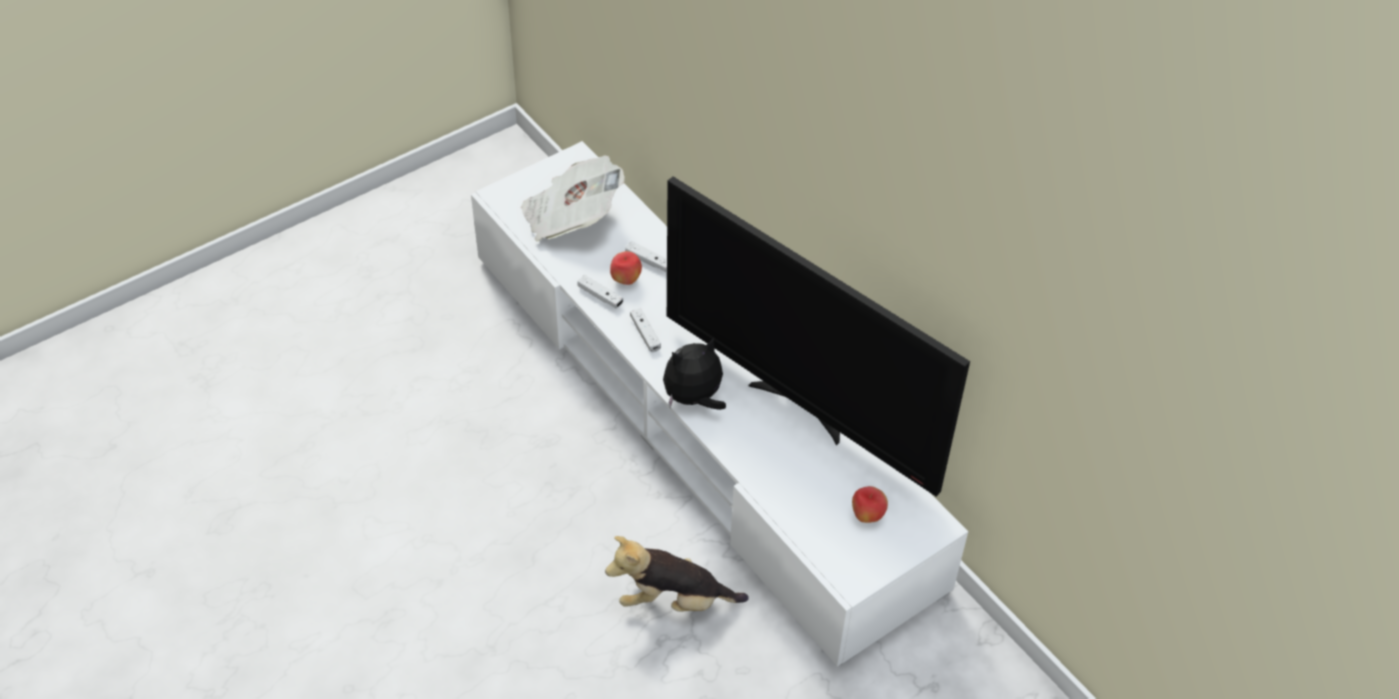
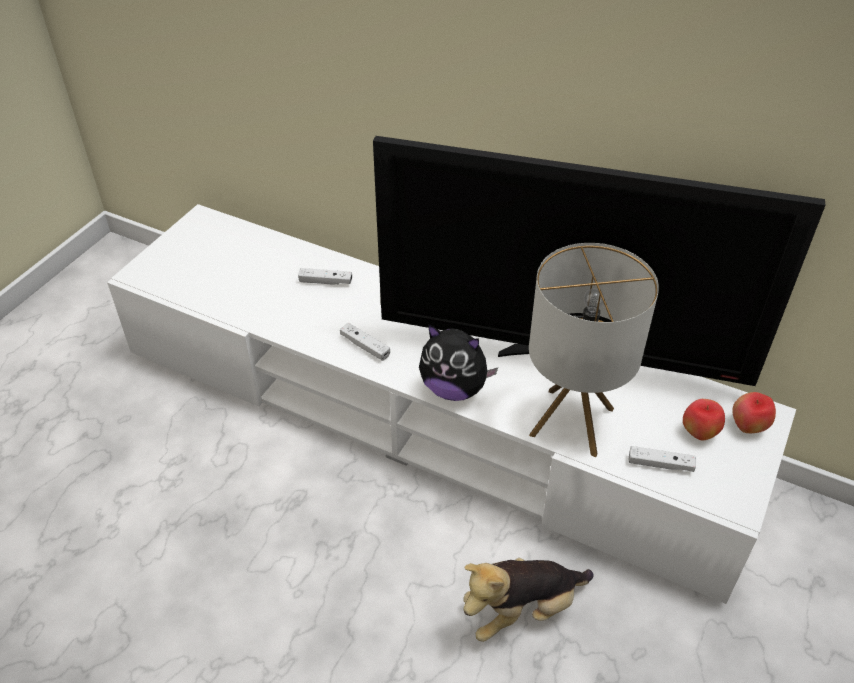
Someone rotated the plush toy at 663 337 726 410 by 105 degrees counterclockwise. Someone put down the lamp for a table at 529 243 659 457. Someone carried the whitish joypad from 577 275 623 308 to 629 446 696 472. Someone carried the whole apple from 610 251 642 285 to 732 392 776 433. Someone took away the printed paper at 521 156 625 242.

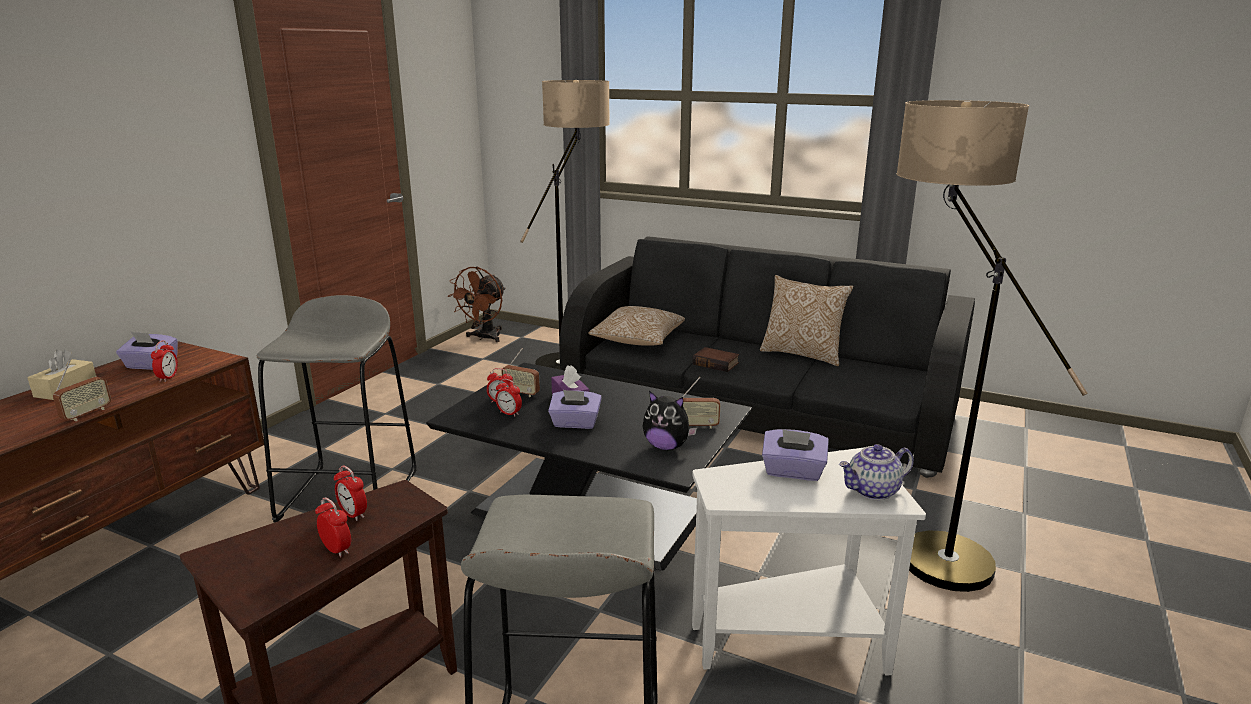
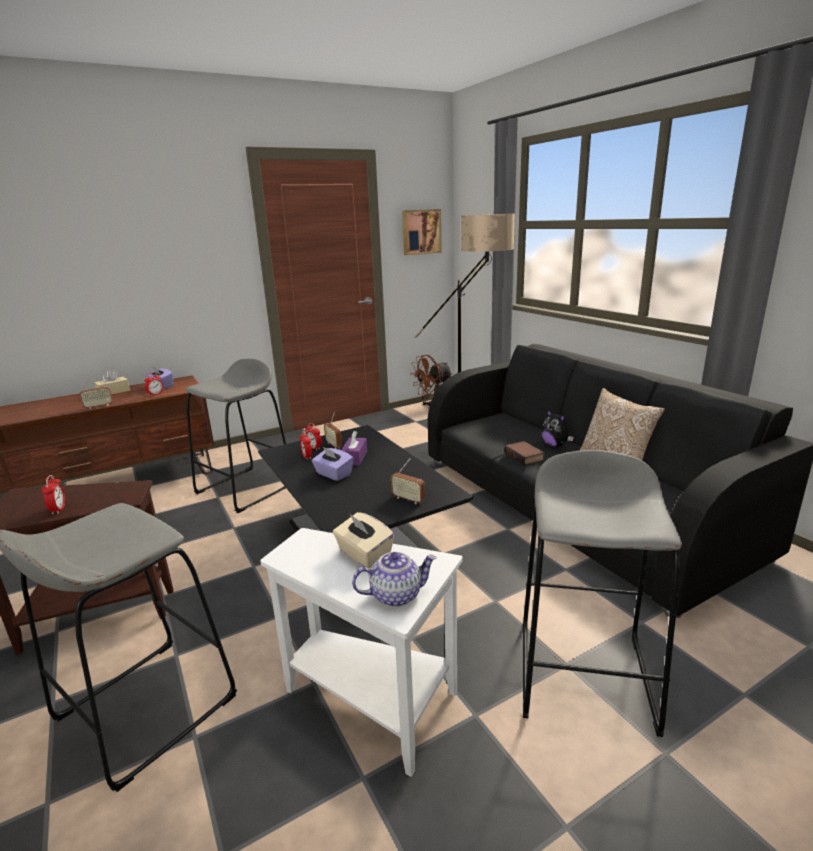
Someone repainted the purple-coloured box of tissues at 762 429 829 481, which became the beige box of tissues at 333 512 394 568. Someone rotated the teapot at 839 444 914 500 by 150 degrees clockwise. Someone put up the picture at 402 209 442 255. Someone swapped the standard lamp at 896 100 1088 592 for the grey stool seat at 523 450 682 737. Someone carried the plush toy from 643 391 697 450 to 541 410 574 447. Someone took away the bedside clock at 334 465 367 521. Someone took away the throw pillow at 588 306 685 346.

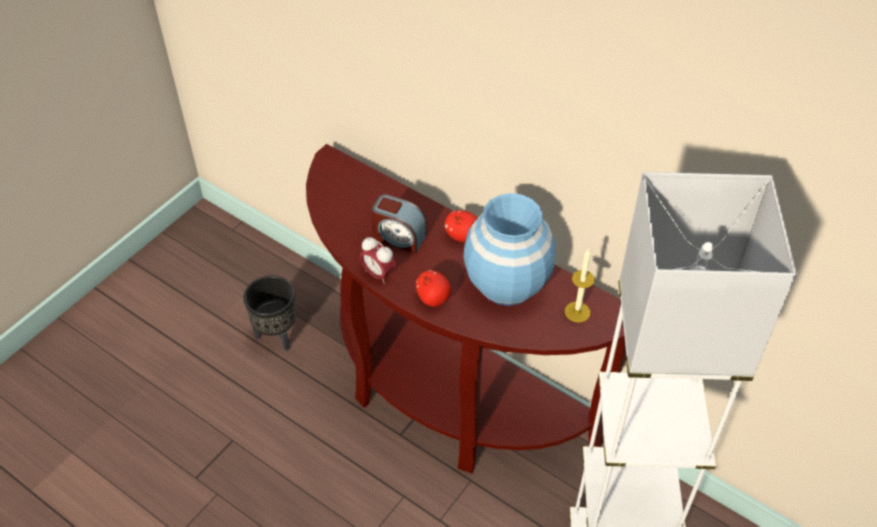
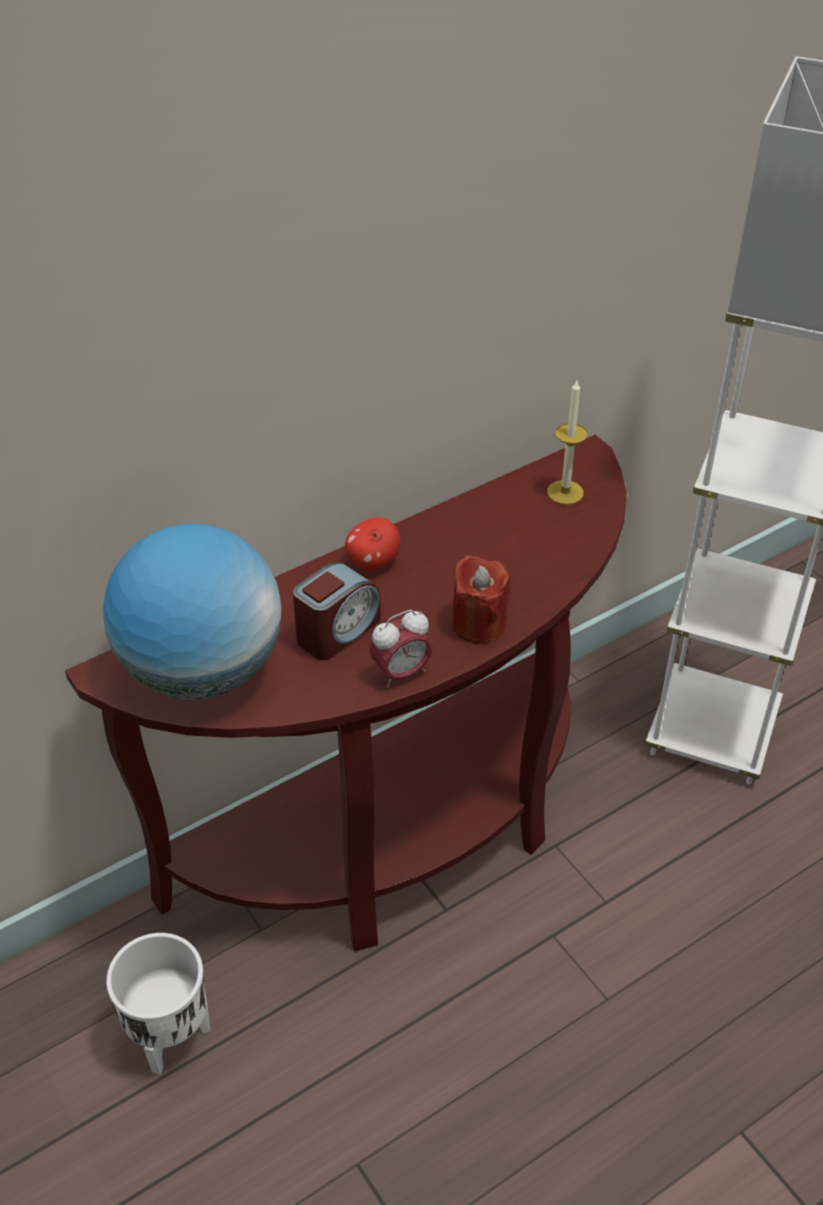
Someone put down the world globe at 103 524 282 700. Someone repainted the black-coloured planter at 243 276 296 351, which became the whitish planter at 106 933 210 1075. Someone swapped the whole apple at 416 270 451 307 for the red candle at 452 555 510 644. Someone took away the blue-coloured decorative vase at 463 193 556 306.

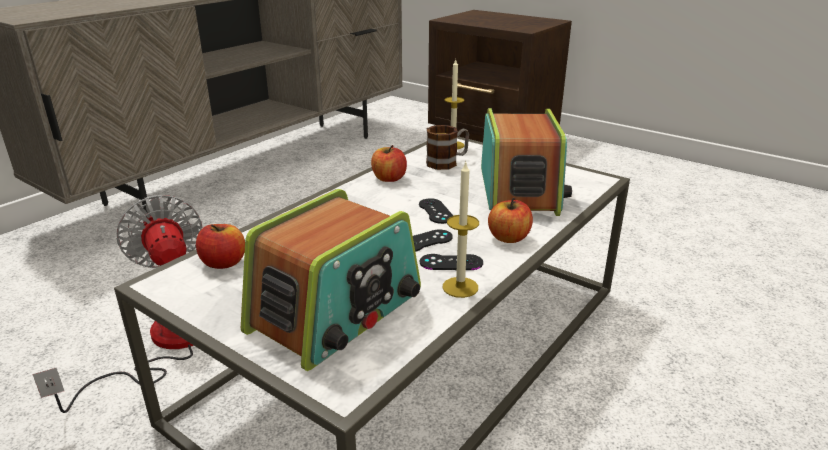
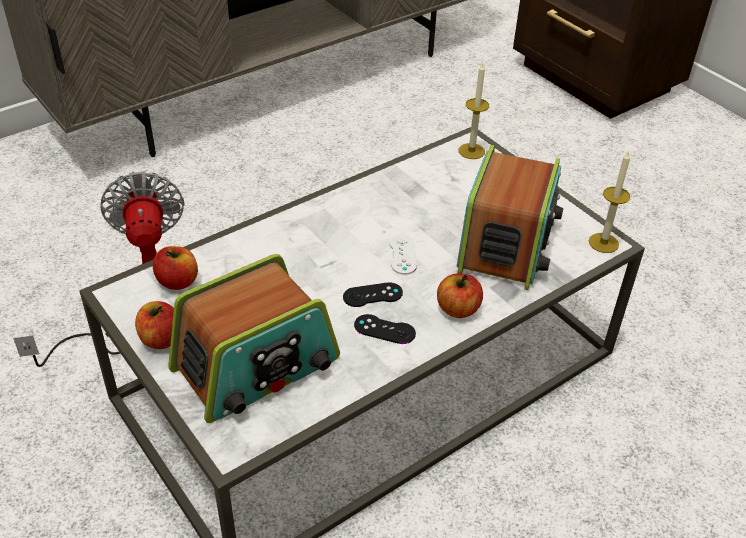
Someone carried the whole apple from 371 145 407 182 to 135 301 174 349. Someone repainted the black-coloured joypad at 419 198 453 224, which became the whitish joypad at 389 235 417 275. Someone carried the candle from 442 161 479 298 to 589 150 630 253. Someone took away the tea mug at 426 125 469 170.

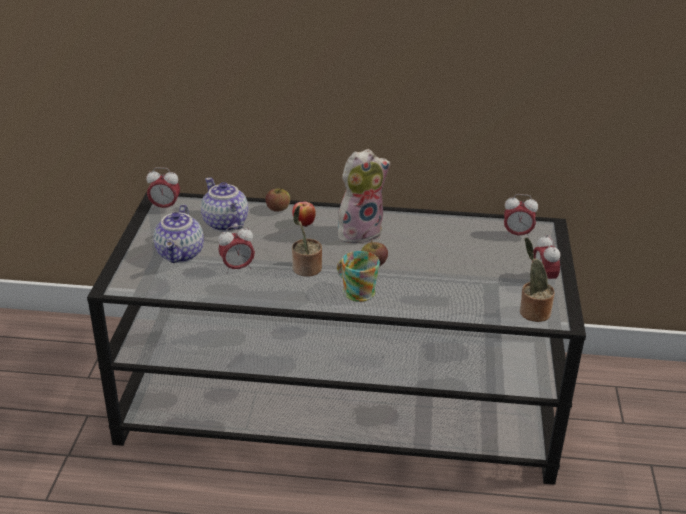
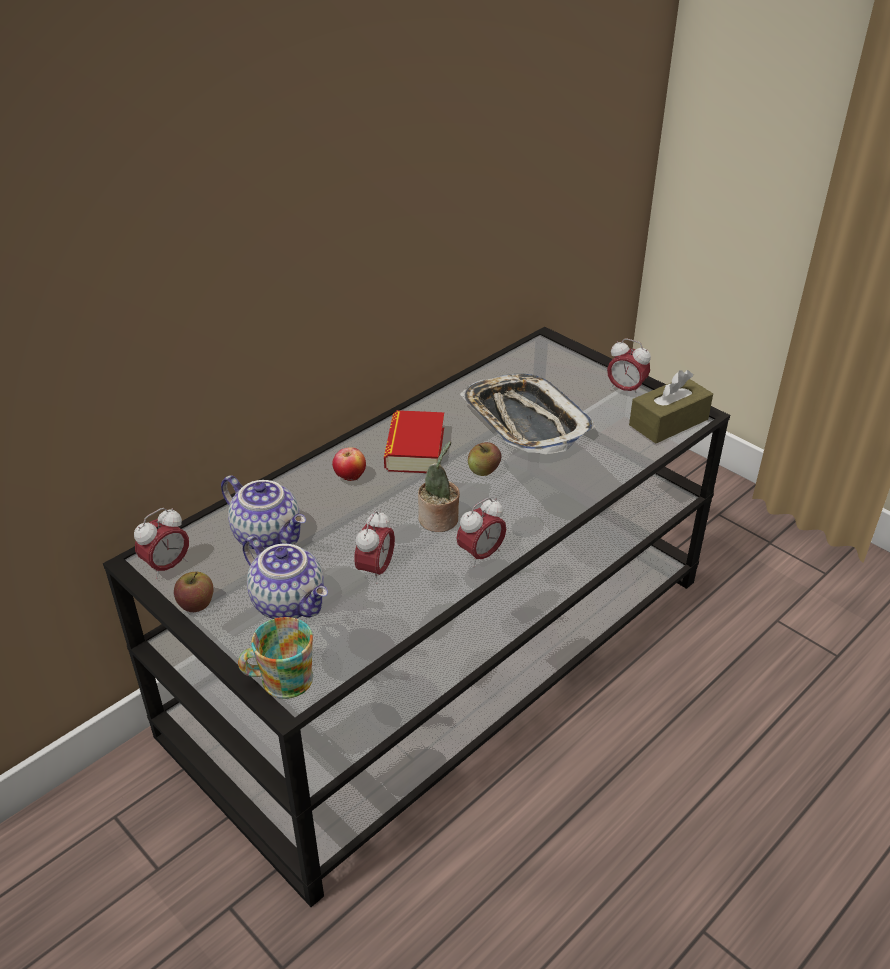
Someone carried the whole apple from 265 188 290 212 to 174 572 213 612. Someone rotated the teapot at 201 177 248 232 by 150 degrees counterclockwise. Someone carried the tea mug from 337 251 380 302 to 238 617 313 699. Someone swapped the plush toy at 338 149 391 244 for the book at 384 410 444 473. Someone carried the bedside clock from 504 194 538 239 to 456 497 506 567. Someone put down the tray at 460 374 595 455. Someone swapped the potted plant at 520 237 555 322 for the brown-coloured box of tissues at 629 370 713 444.

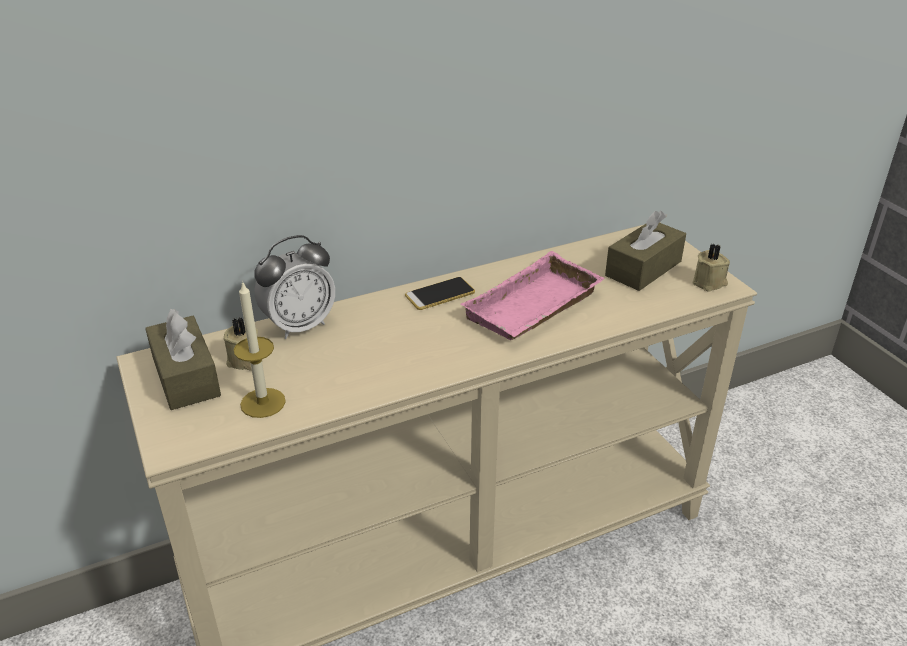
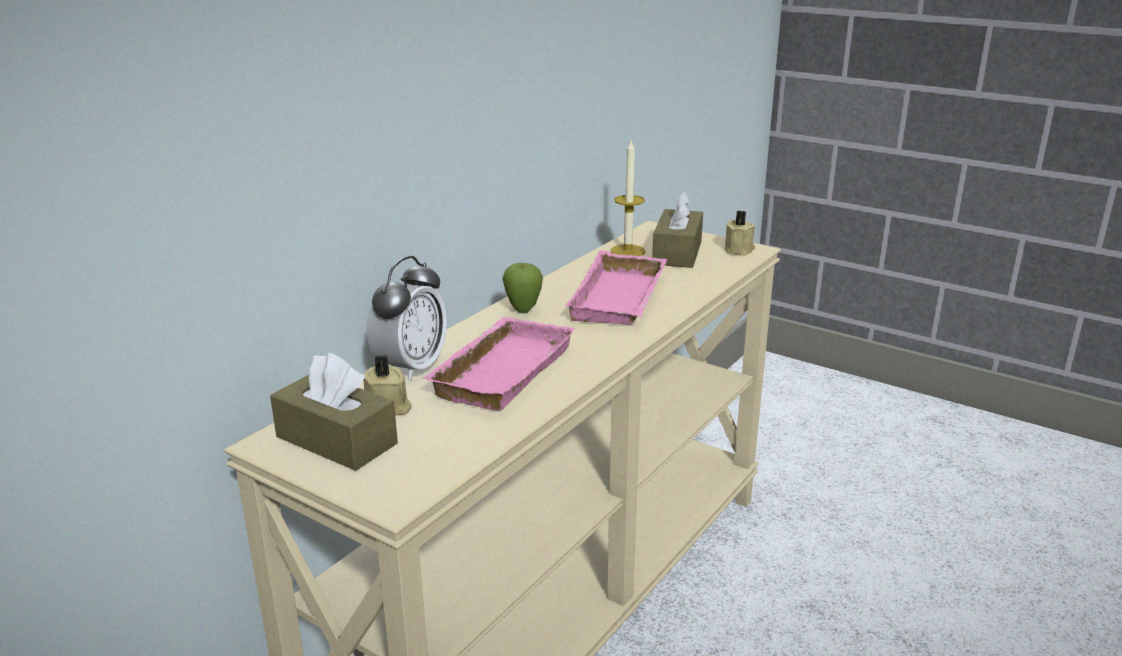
Someone put down the pinkish tray at 422 317 576 411. Someone swapped the phone at 405 277 475 310 for the whole apple at 502 263 543 313. Someone carried the candle from 234 281 286 418 to 611 141 646 256.

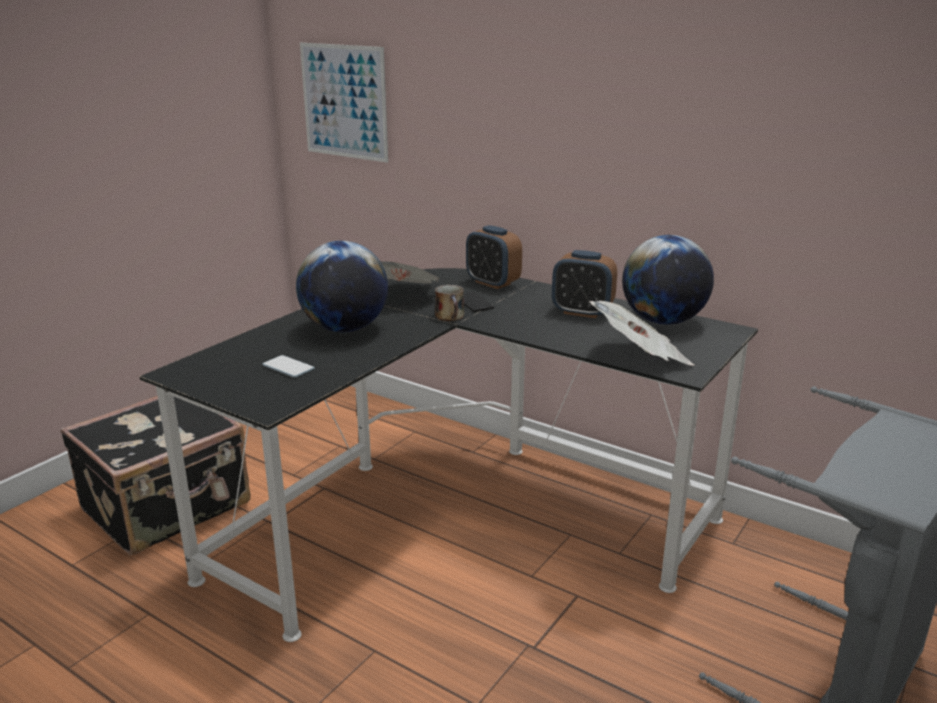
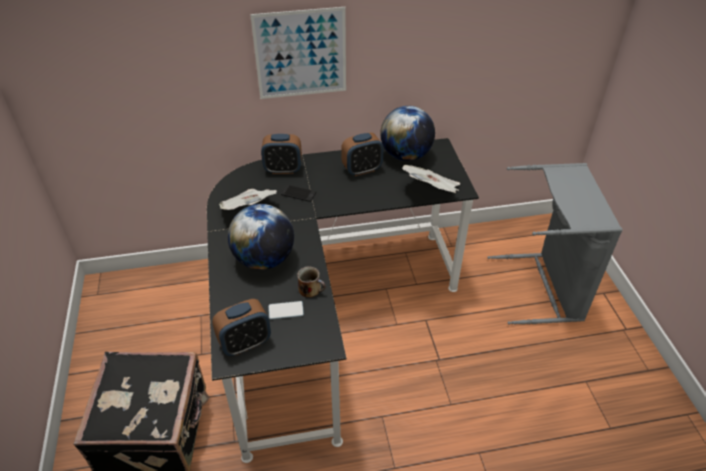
Someone put down the bedside clock at 212 299 271 356. Someone carried the picture from 300 43 388 163 to 250 7 346 99. Someone carried the tea mug from 435 285 464 321 to 297 267 326 298.

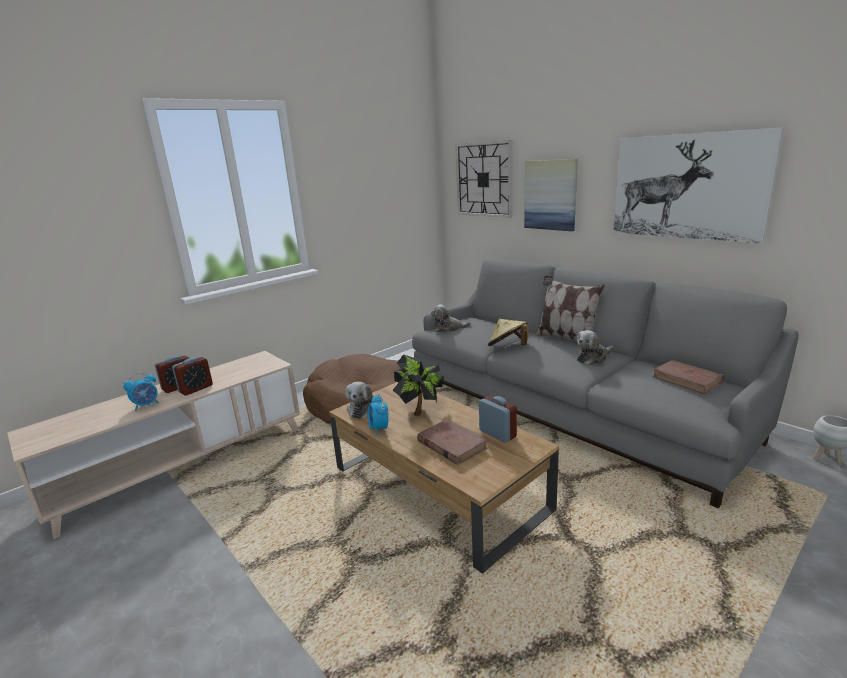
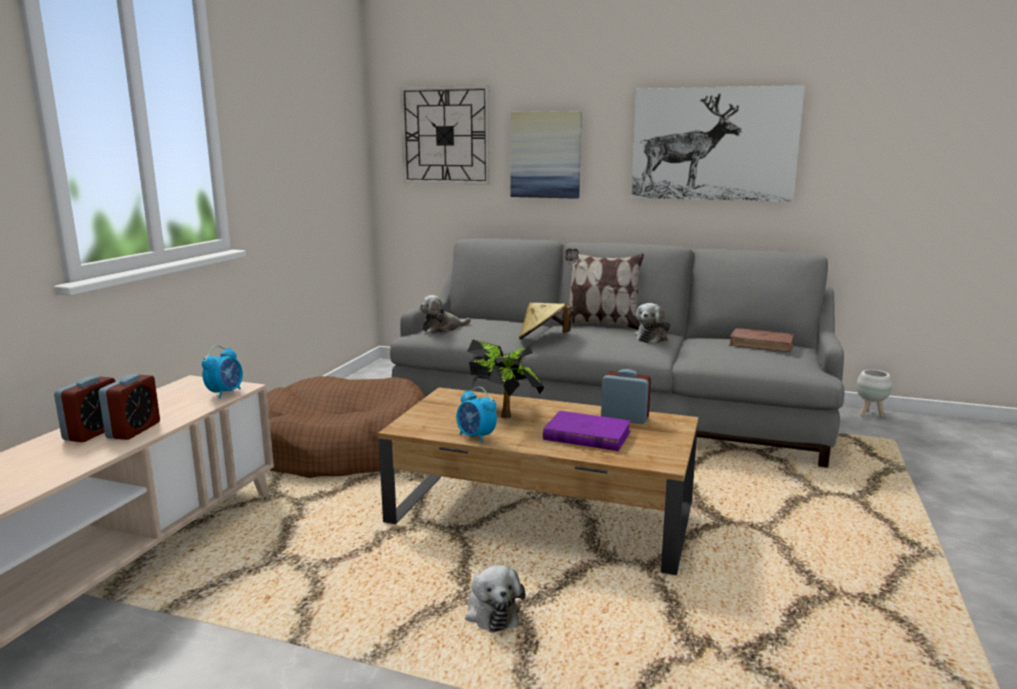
Someone carried the bedside clock from 123 373 159 411 to 202 345 243 399. Someone carried the plush toy from 345 382 374 418 to 465 565 525 633. Someone repainted the brown-coloured book at 417 419 487 465, which became the purple-coloured book at 543 411 631 451.

